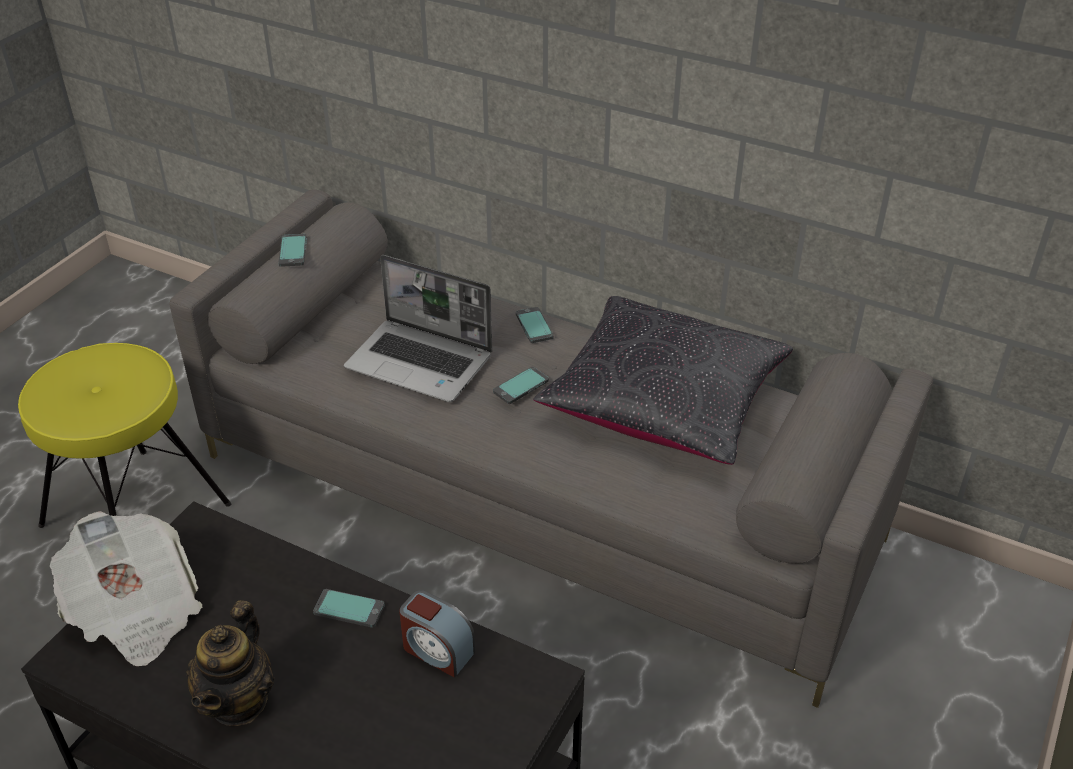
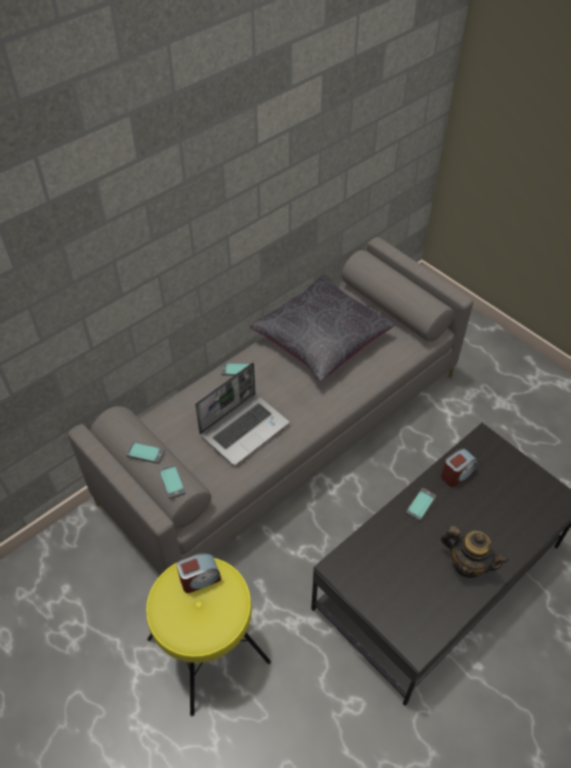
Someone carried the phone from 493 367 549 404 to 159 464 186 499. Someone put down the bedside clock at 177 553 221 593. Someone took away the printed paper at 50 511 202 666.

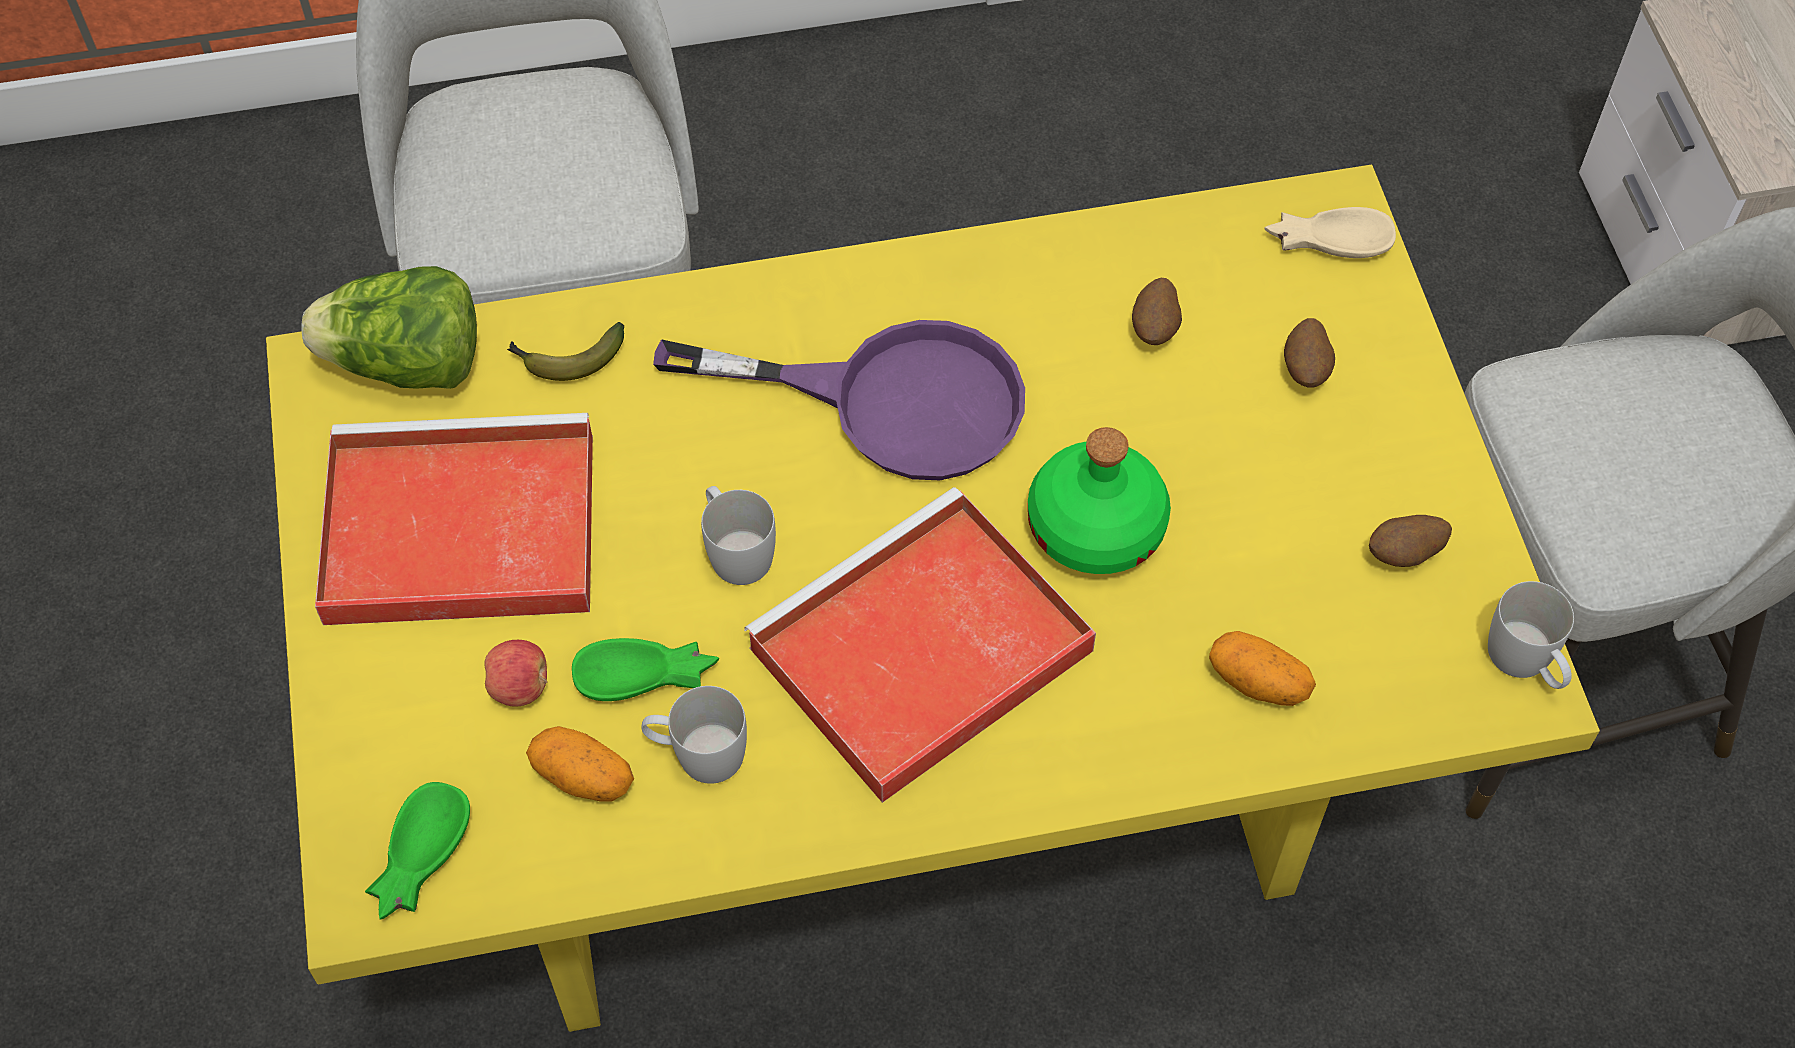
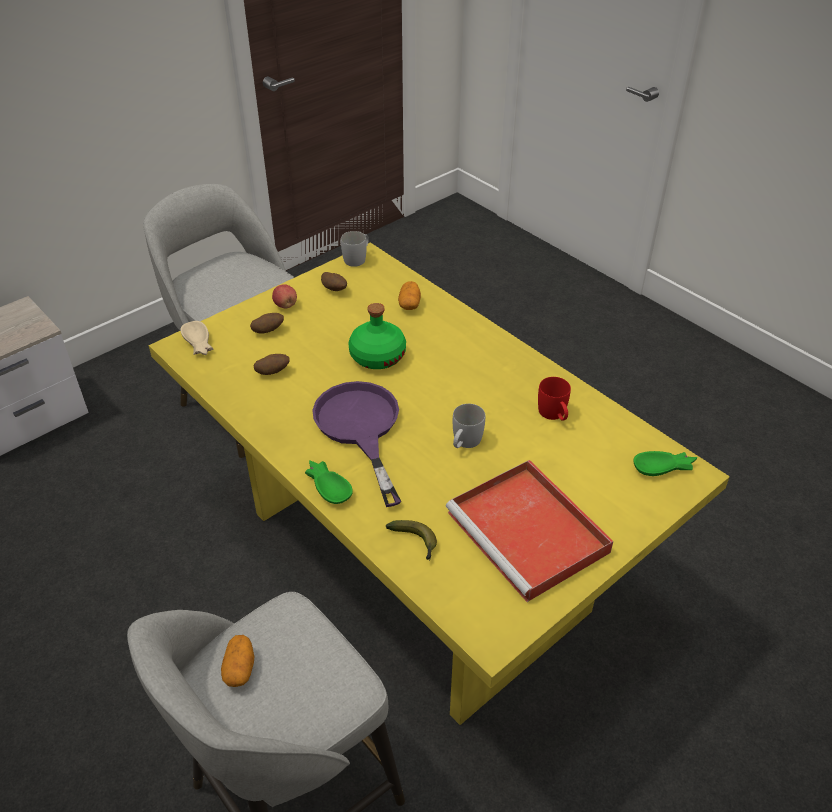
Someone carried the whole potato from 526 726 634 802 to 221 635 255 687. Someone carried the whole apple from 485 640 547 707 to 272 284 297 309. Someone carried the green-coloured bowl from 572 638 719 701 to 305 460 353 504. Someone repainted the whitish tea mug at 641 686 747 784, which became the red tea mug at 538 377 571 421. Someone took away the lettuce head at 302 266 477 389. Someone took away the red tray at 744 487 1096 803.

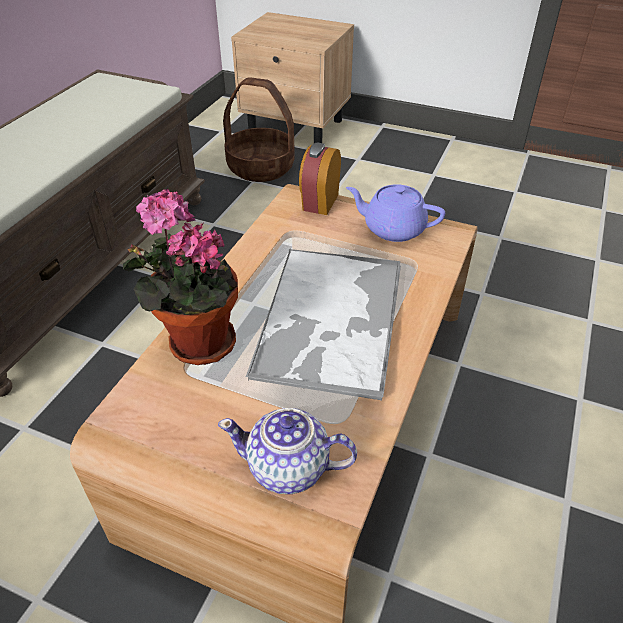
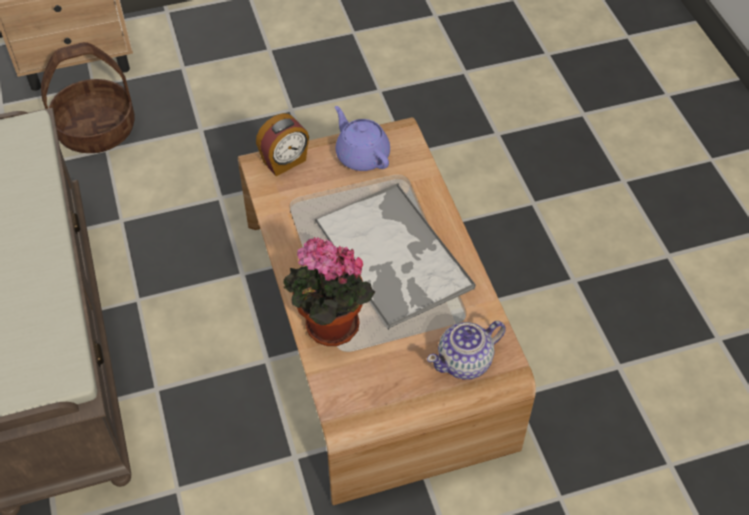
Someone rotated the bedside clock at 299 143 341 215 by 105 degrees counterclockwise. Someone rotated the purple-coloured teapot at 346 184 445 242 by 75 degrees clockwise.

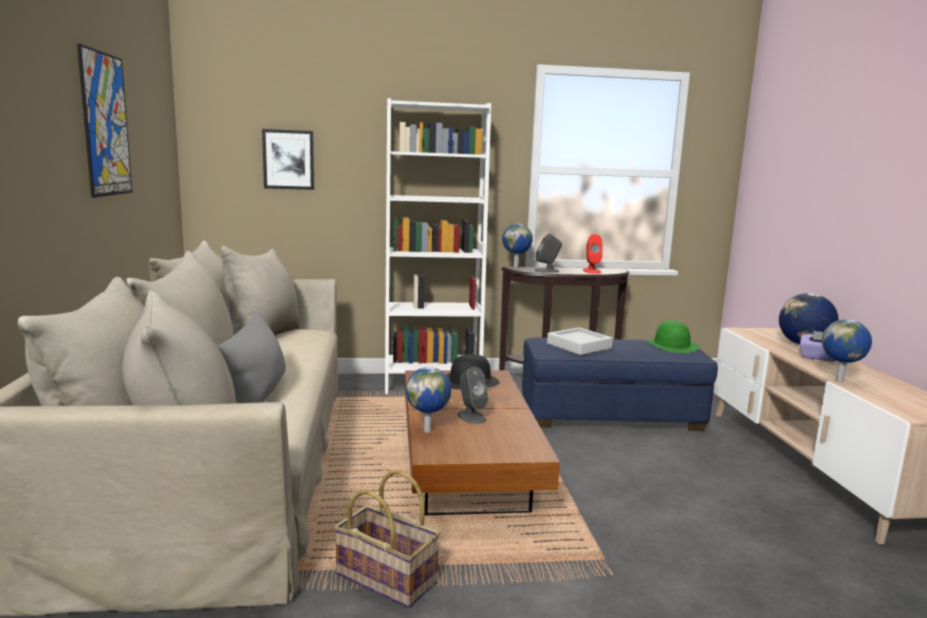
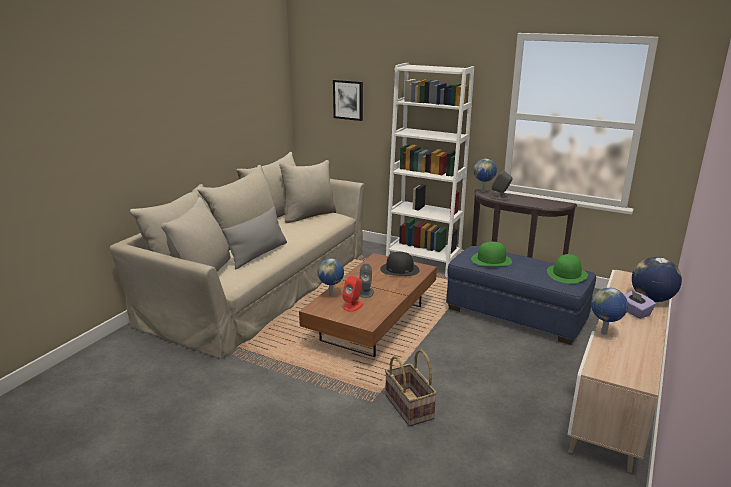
Someone carried the red loudspeaker from 583 234 603 274 to 342 276 363 312. Someone carried the household basket from 334 470 441 608 to 385 349 437 426. Someone swapped the grey tray at 547 327 613 355 for the green-coloured clothing hat at 471 242 512 266. Someone took away the picture at 77 44 132 198.

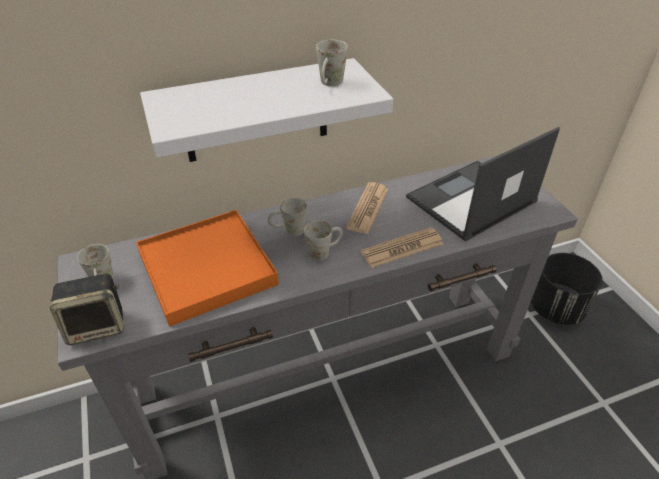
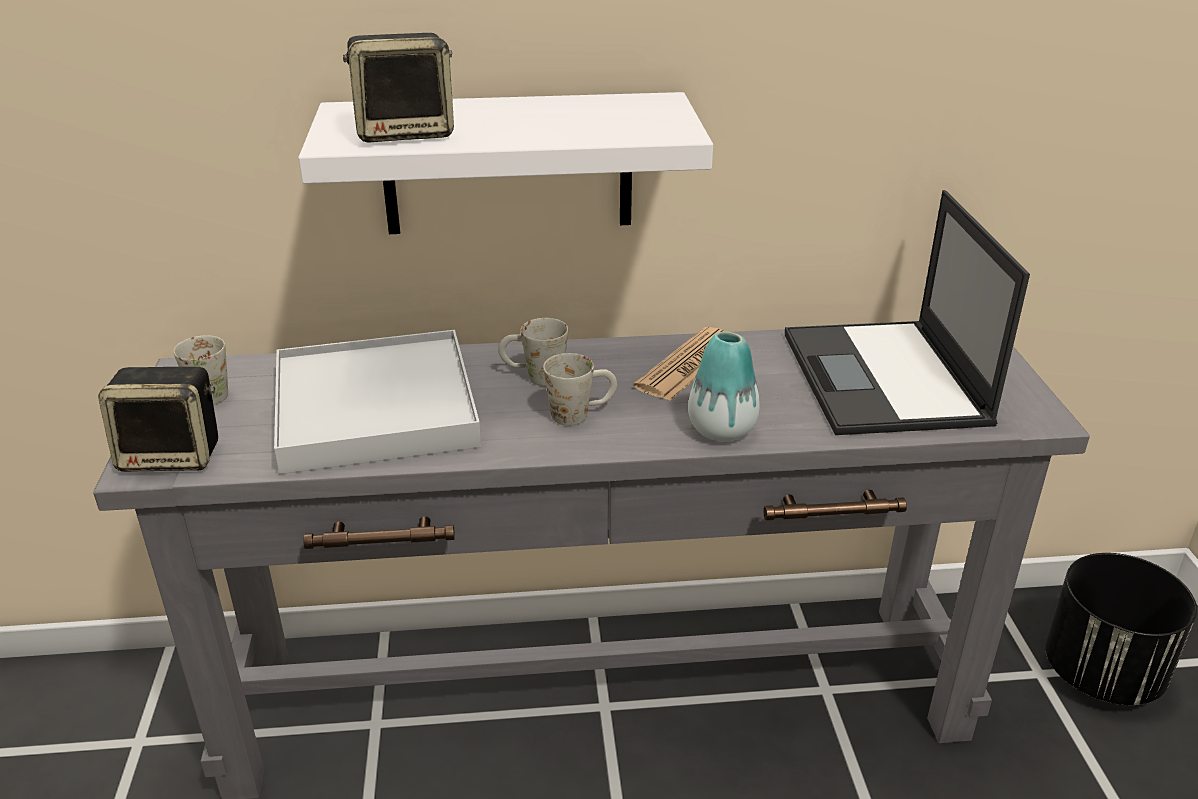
Someone repainted the orange tray at 136 210 279 327, which became the whitish tray at 274 330 481 474. Someone put down the loudspeaker at 343 33 454 142. Someone swapped the printed paper at 361 227 443 268 for the decorative vase at 688 331 759 441. Someone rotated the laptop at 406 127 560 242 by 75 degrees counterclockwise. Someone took away the whitish tea mug at 316 40 348 86.

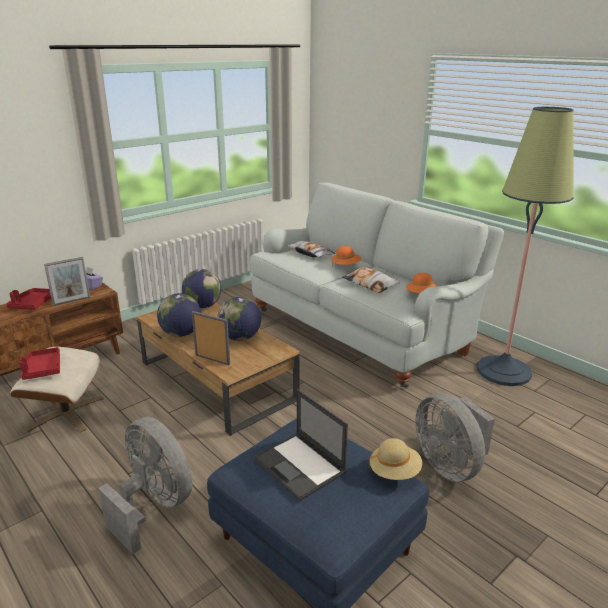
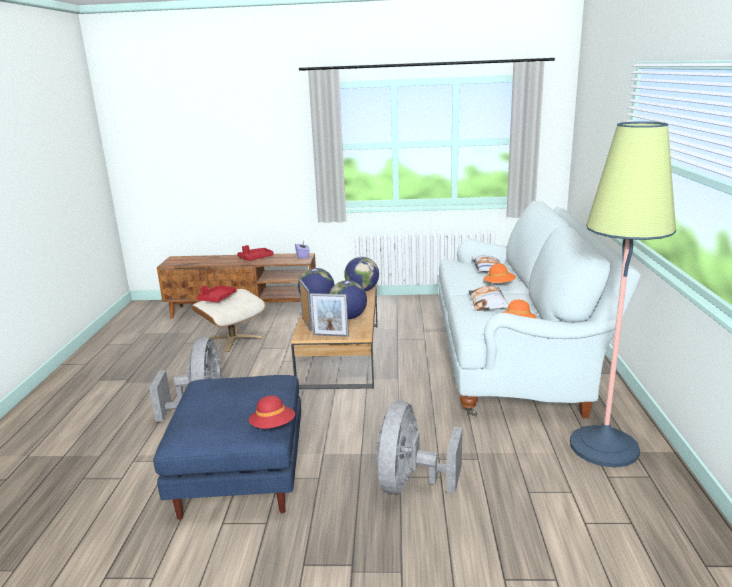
Someone repainted the beige clothing hat at 369 438 422 480, which became the red clothing hat at 249 395 295 429. Someone carried the standing frame from 44 257 90 306 to 310 293 349 337. Someone took away the laptop at 254 389 348 501.

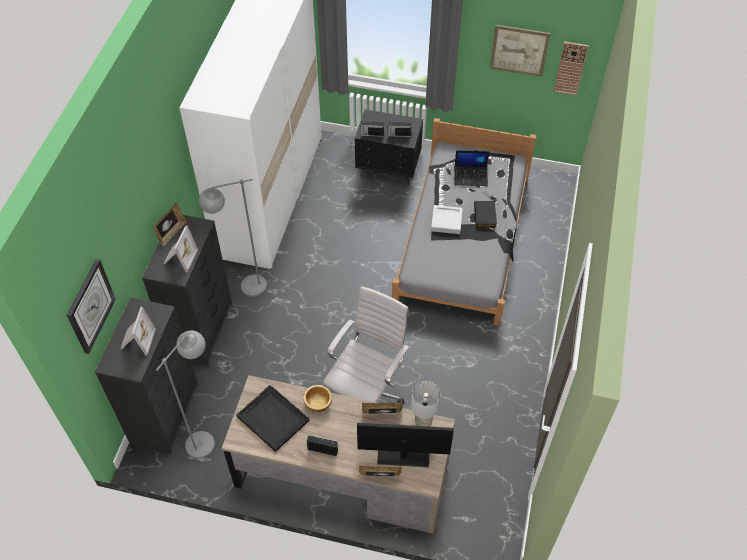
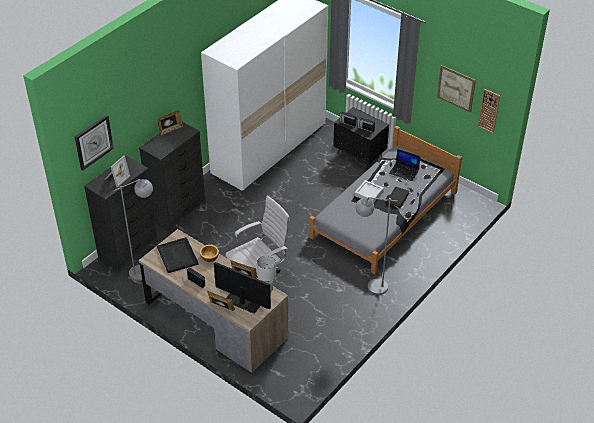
Someone carried the grey standard lamp from 199 179 267 297 to 356 197 398 295. Someone took away the standing frame at 163 226 198 272.

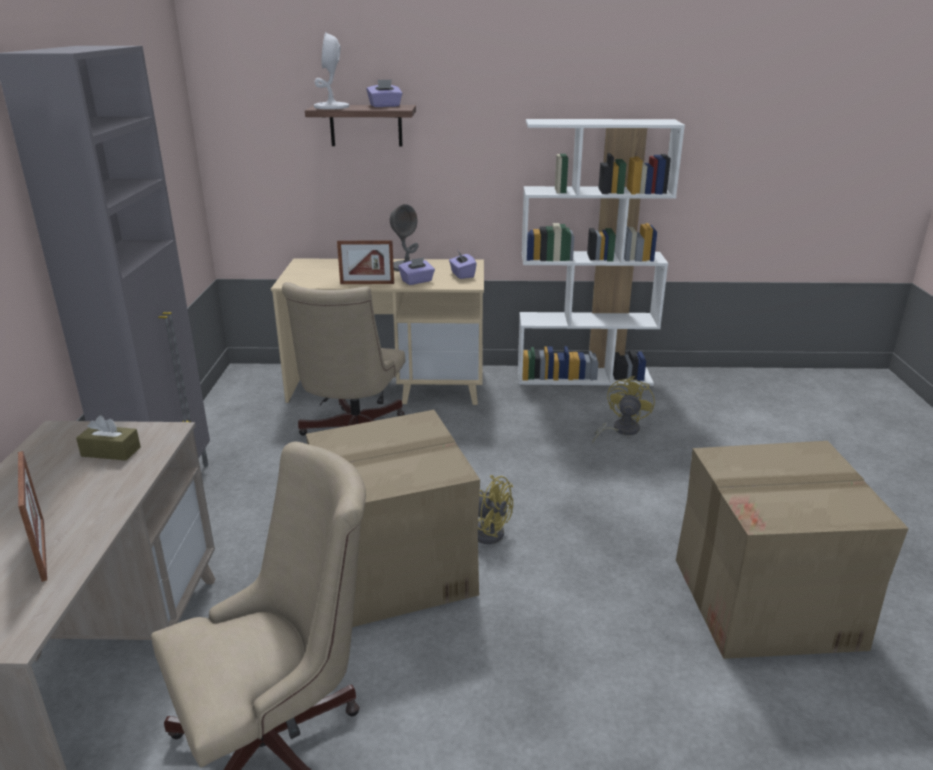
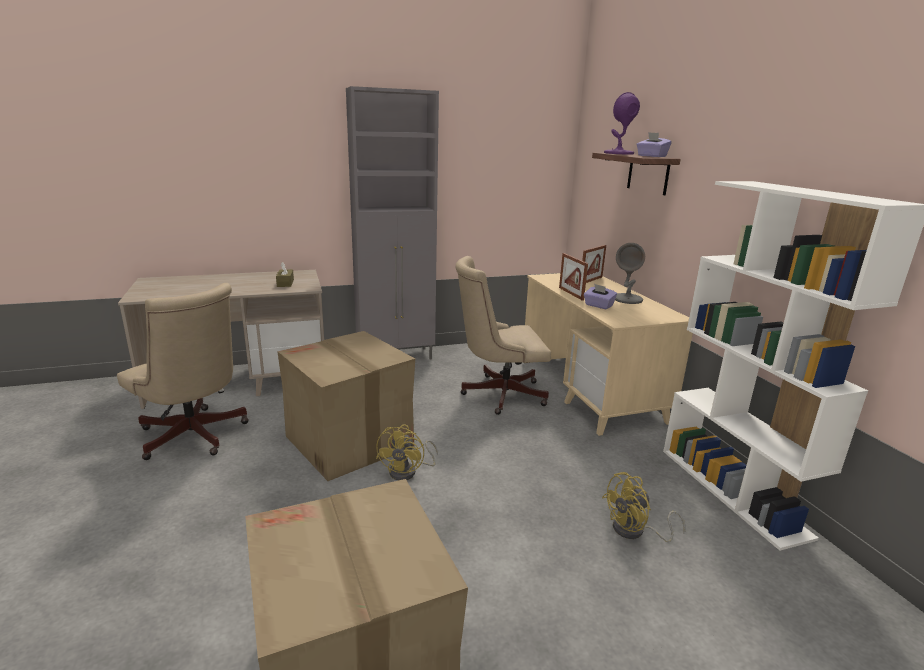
Someone carried the standing frame from 18 451 47 582 to 582 245 606 283. Someone rotated the yellowish electric fan at 593 376 655 442 by 150 degrees clockwise. Someone repainted the whitish lamp for a table at 314 32 349 109, which became the purple-coloured lamp for a table at 604 92 640 155. Someone took away the purple-coloured box of tissues at 449 251 476 279.

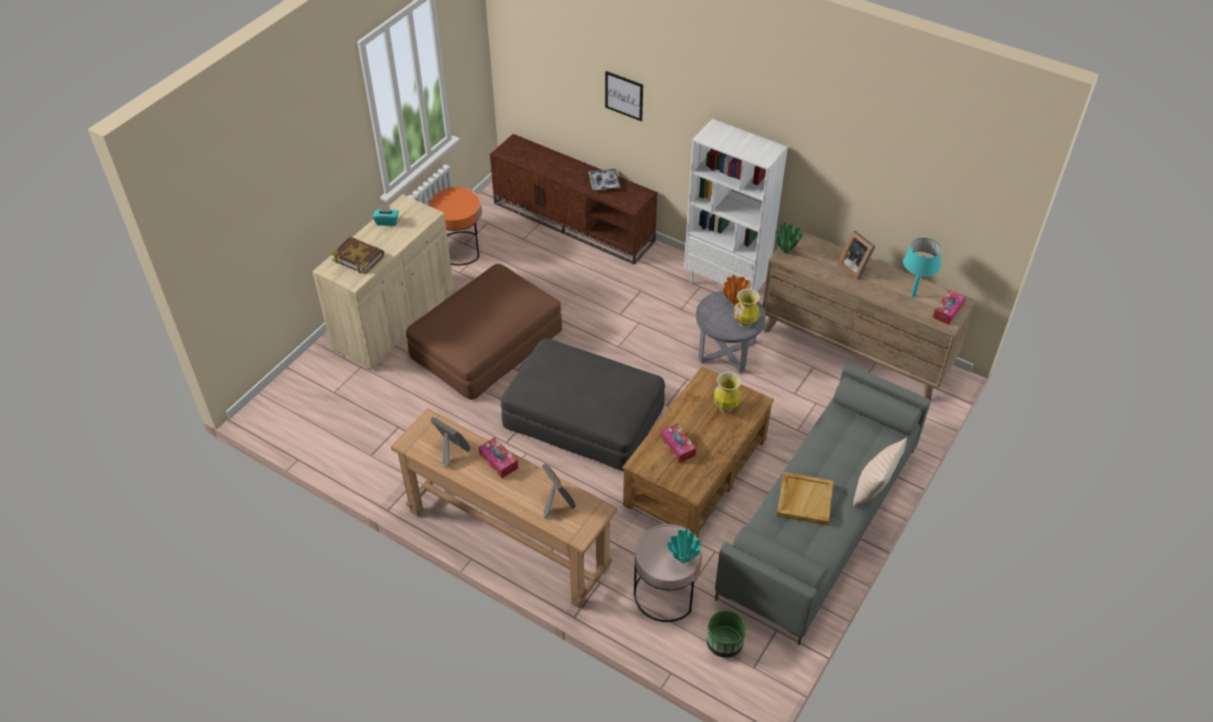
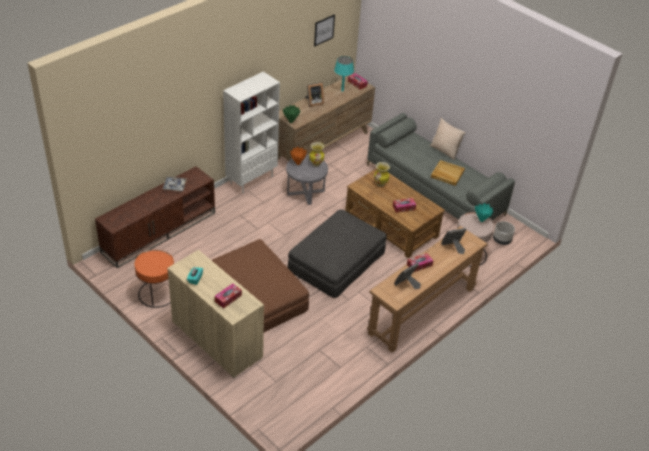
Someone swapped the book at 331 237 384 274 for the box of tissues at 215 283 242 308. Someone carried the picture from 605 71 643 121 to 314 14 335 47. Someone repainted the green-coloured planter at 706 610 746 658, which became the grey planter at 493 221 515 245.

